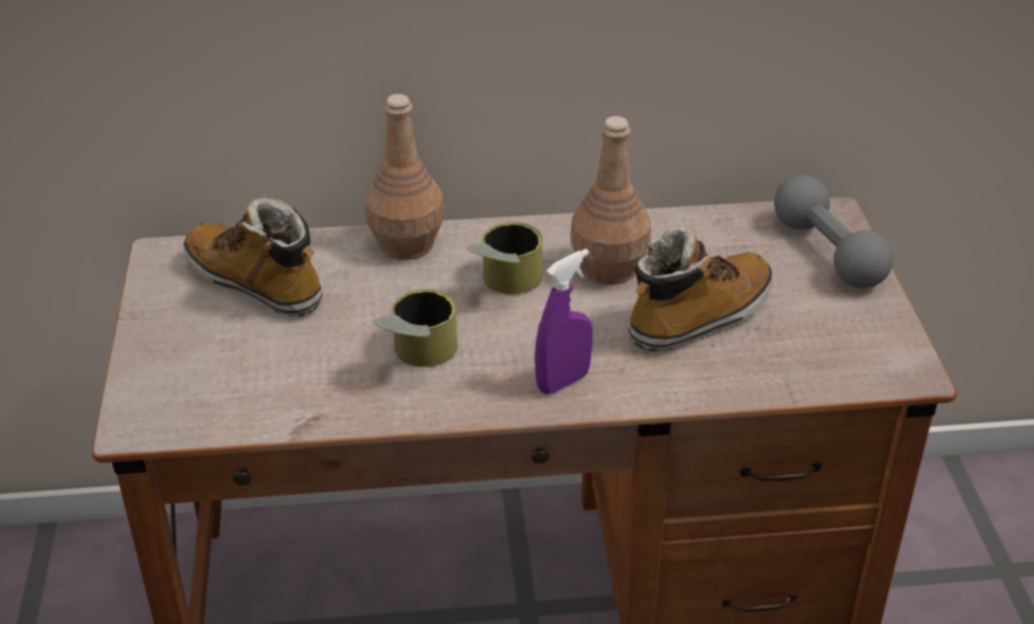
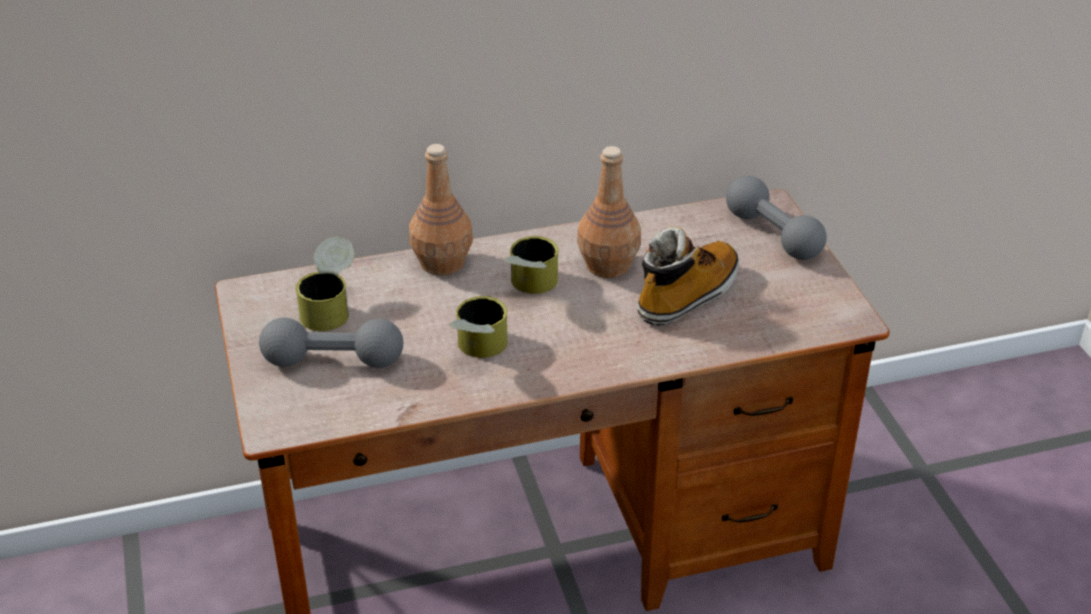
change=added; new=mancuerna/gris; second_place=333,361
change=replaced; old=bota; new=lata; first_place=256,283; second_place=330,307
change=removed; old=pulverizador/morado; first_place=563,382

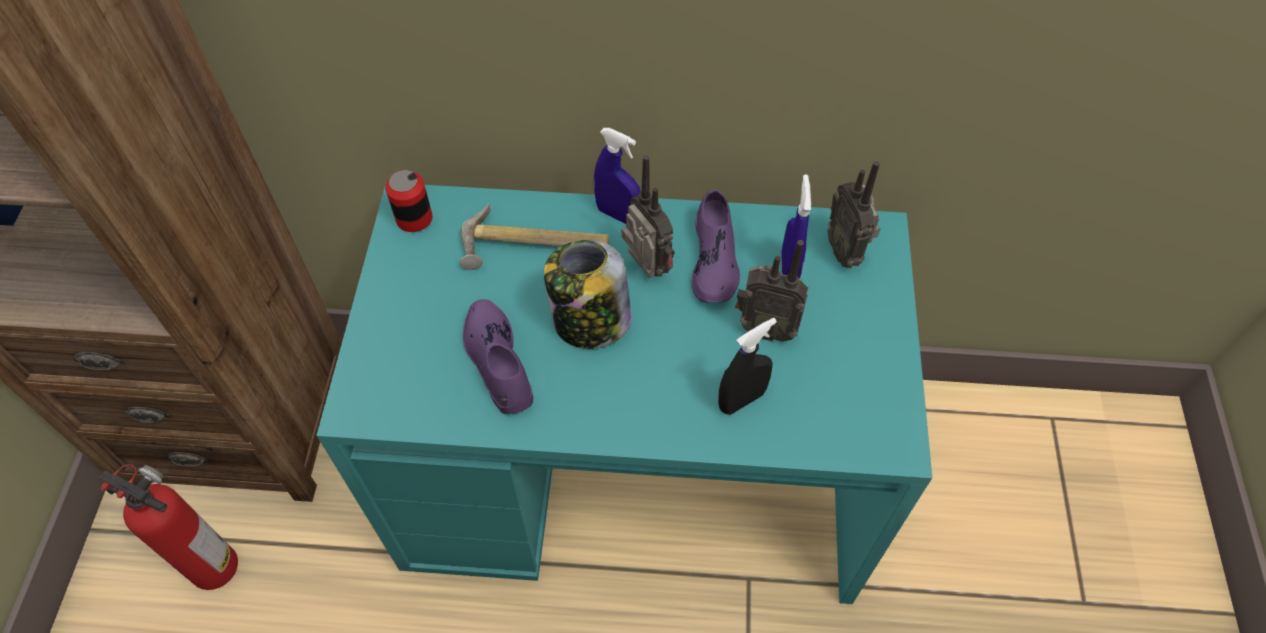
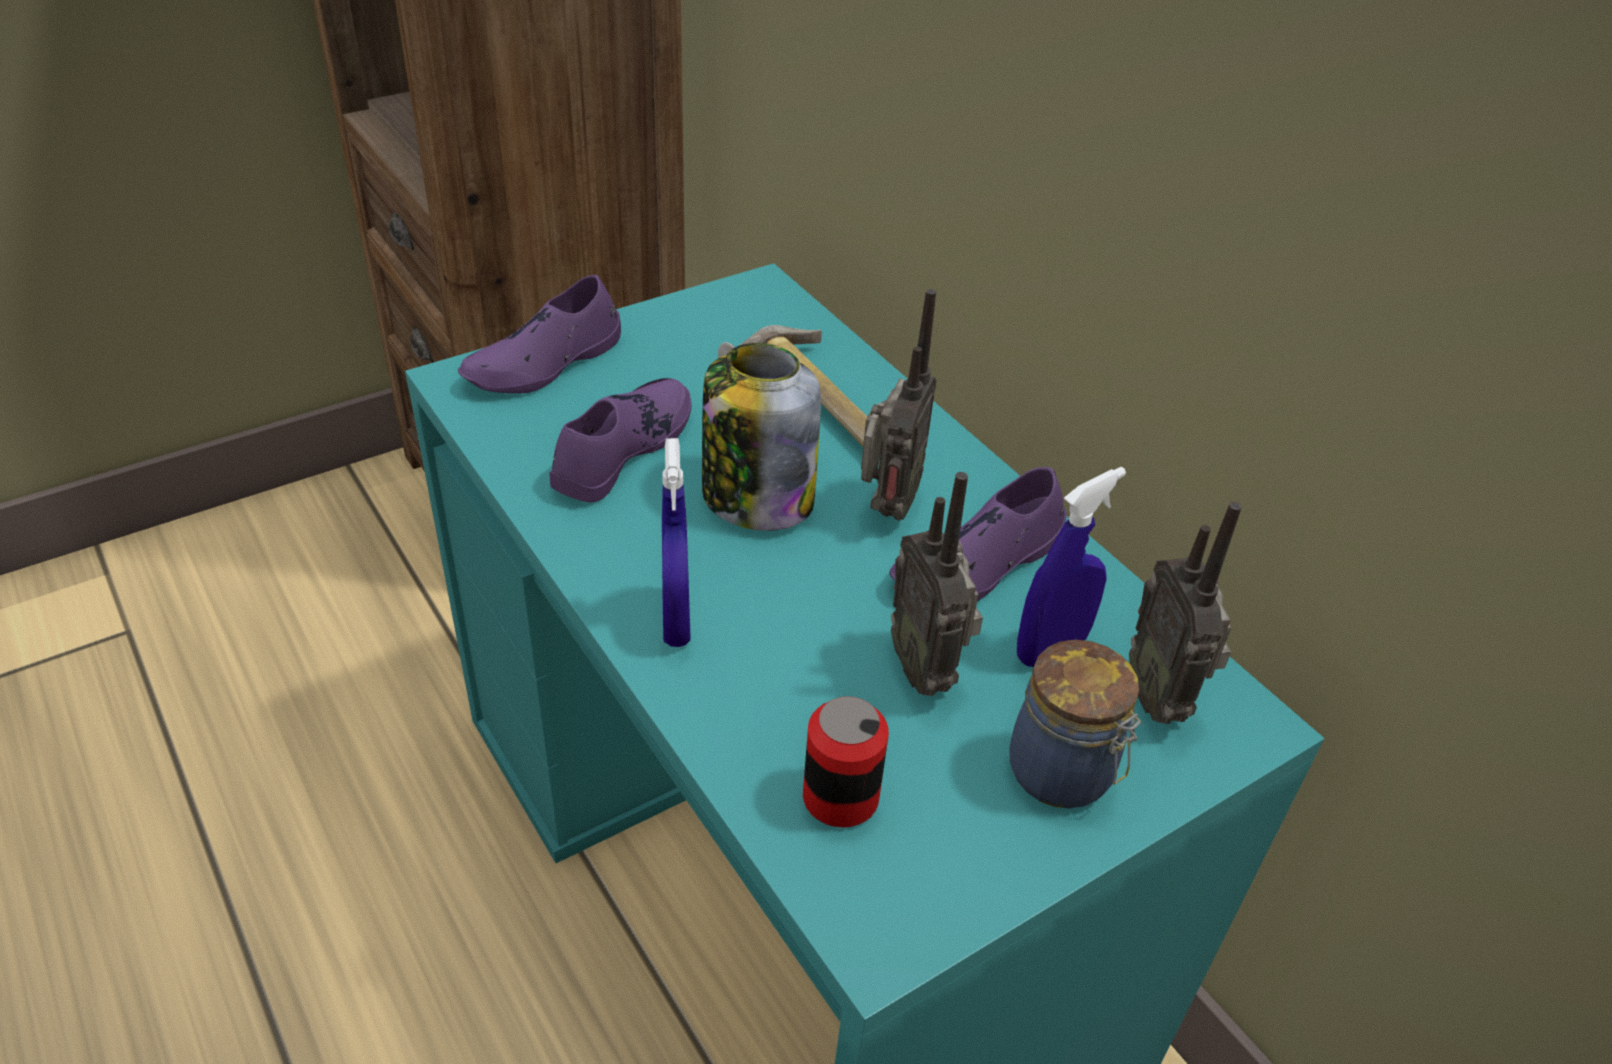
change=added; new=zapato/morado; second_place=544,363
change=moved; old=pulverizador/azul; first_place=618,214; second_place=676,620
change=moved; old=lata; first_place=414,218; second_place=840,797
change=added; new=tarro; second_place=1063,775
change=turned; old=radio; first_place=846,251; second_place=1161,697; degrees=-45
change=removed; old=extintor; first_place=211,565
change=removed; old=pulverizador/negro; first_place=741,400

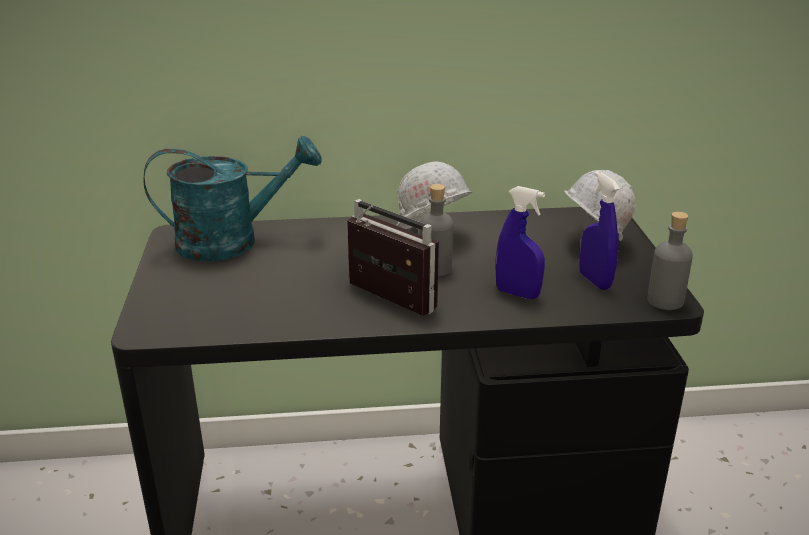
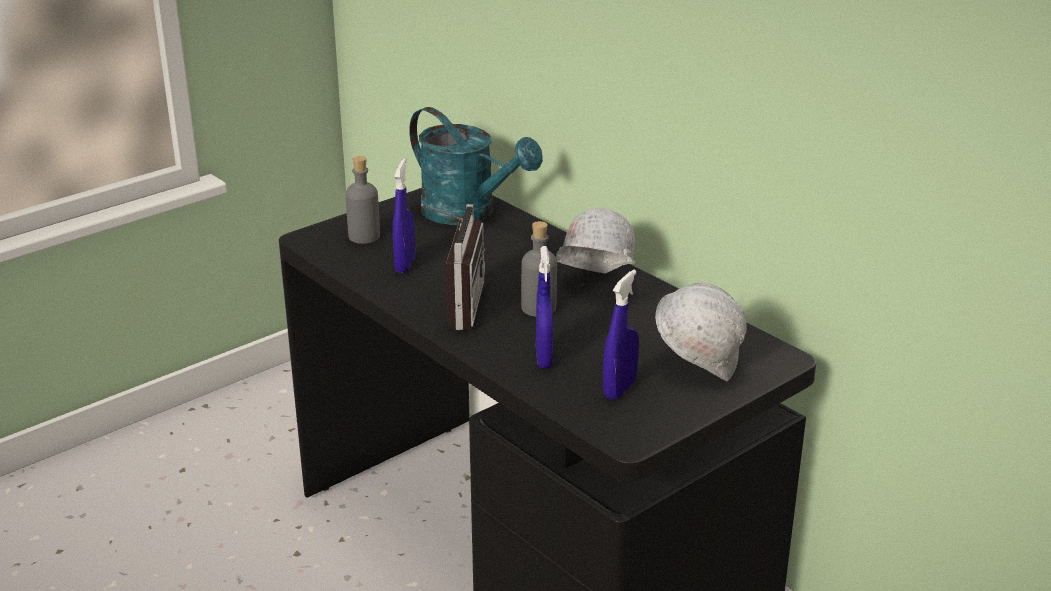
change=moved; old=botella/gris; first_place=665,301; second_place=364,236
change=added; new=pulverizador/azul; second_place=405,264

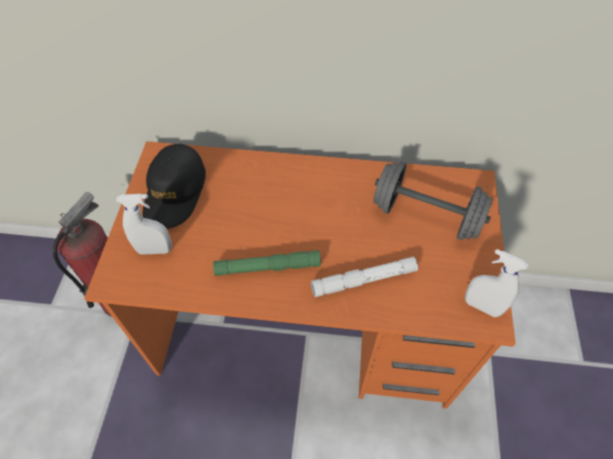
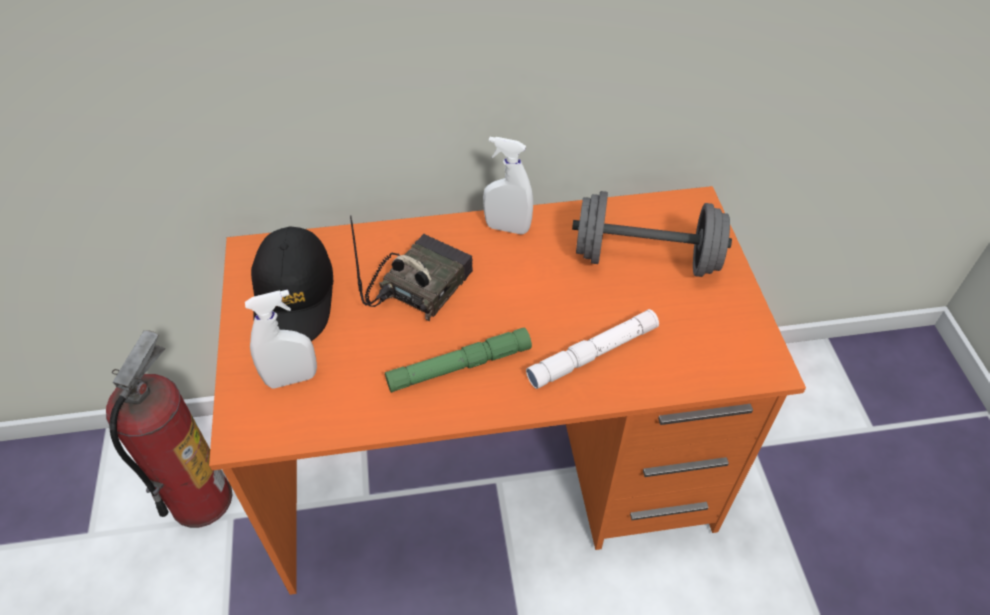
change=added; new=radio; second_place=419,285
change=moved; old=pulverizador/blanco; first_place=482,306; second_place=507,228

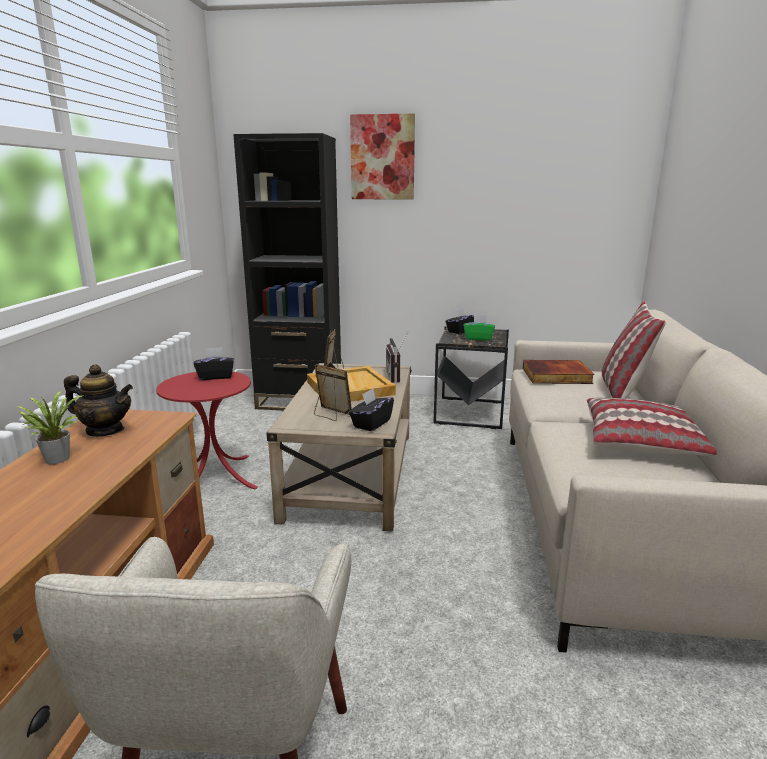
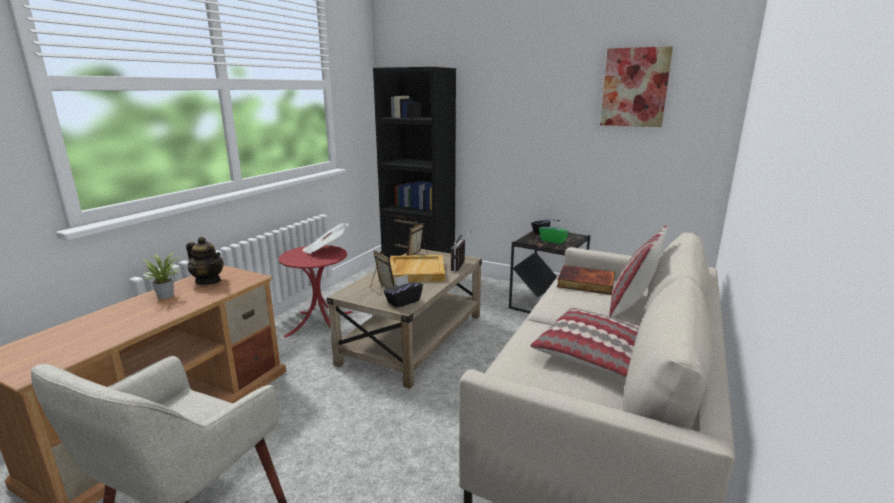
change=replaced; old=caja de pañuelos/negro; new=periódico; first_place=216,376; second_place=325,250
change=moved; old=cuadro; first_place=382,157; second_place=634,87

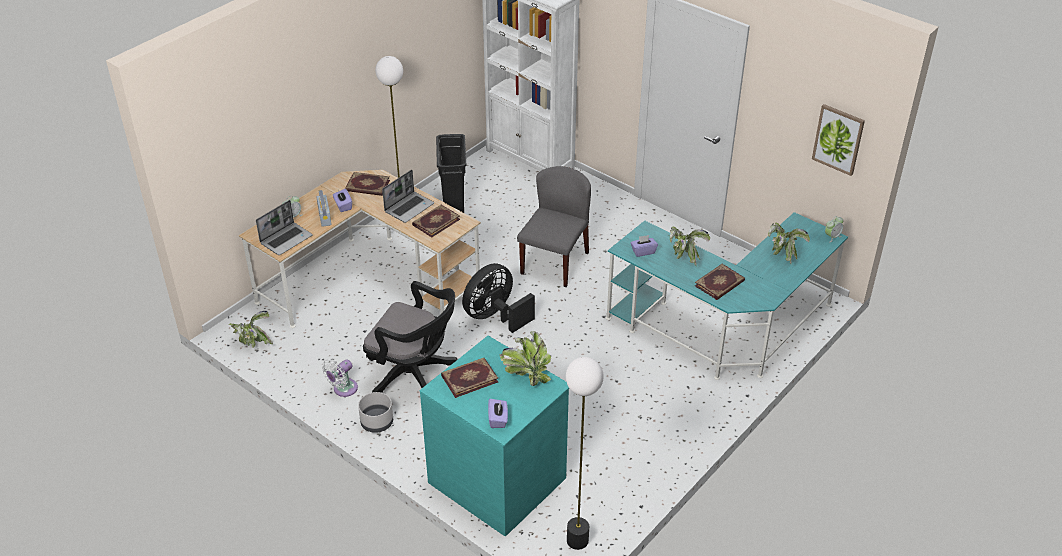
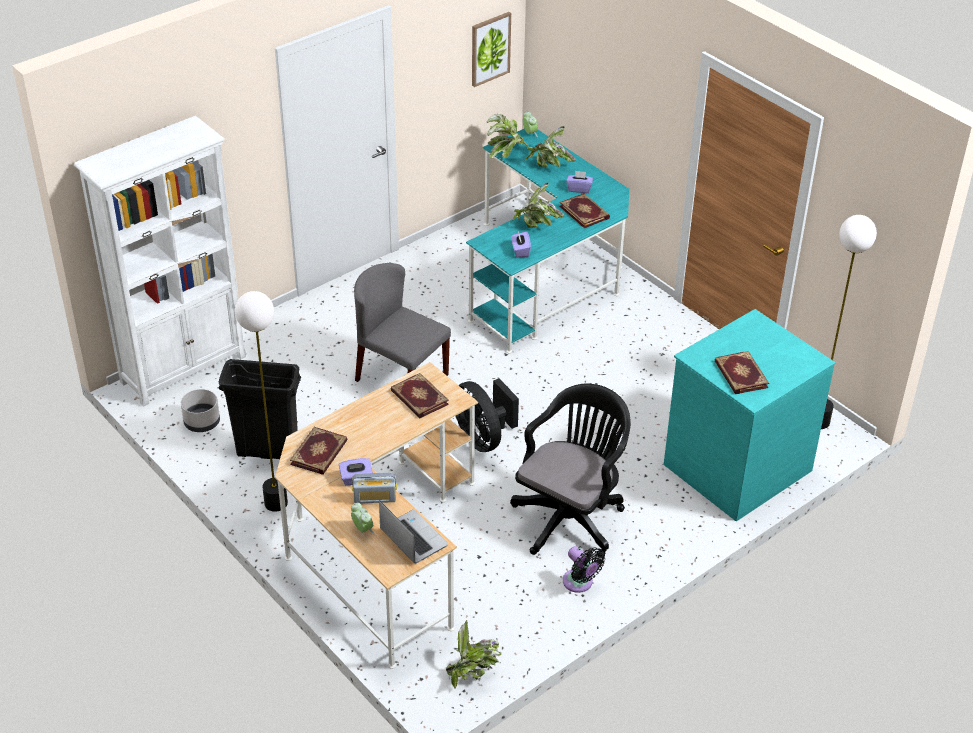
change=moved; old=maceta/gris; first_place=377,422; second_place=201,422
change=moved; old=planta en maceta; first_place=526,373; second_place=506,152
change=recoloured; old=ventilador/blanco; new=ventilador/negro; first_place=343,389; second_place=579,583
change=moved; old=caja de pañuelos/morado; first_place=498,419; second_place=579,189
change=removed; old=portátil; first_place=409,207

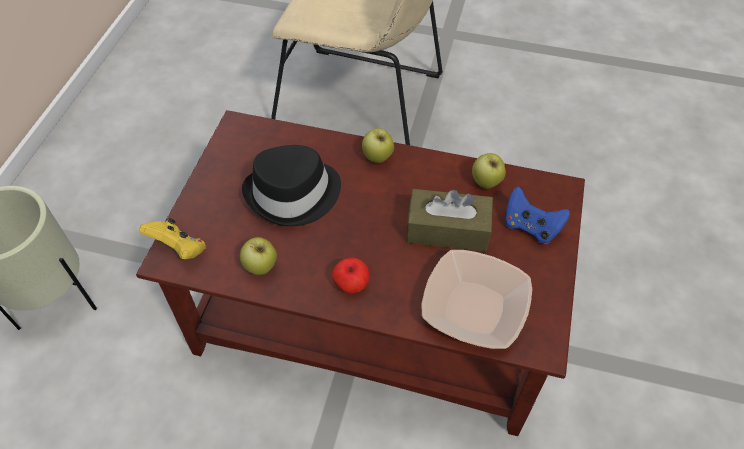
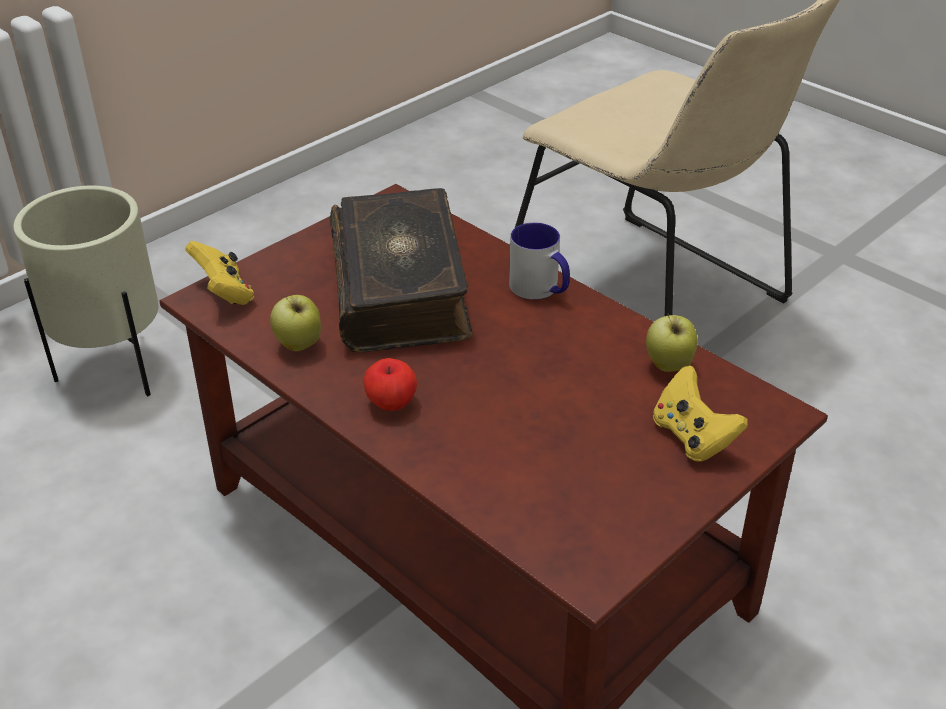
change=replaced; old=sombrero/negro; new=libro; first_place=294,194; second_place=402,289
change=replaced; old=manzana; new=taza grande; first_place=377,158; second_place=540,289
change=recoloured; old=mando de consola/azul; new=mando de consola/amarillo; first_place=530,227; second_place=692,437
change=removed; old=caja de pañuelos/marrón; first_place=447,230
change=removed; old=cuenco; first_place=474,308

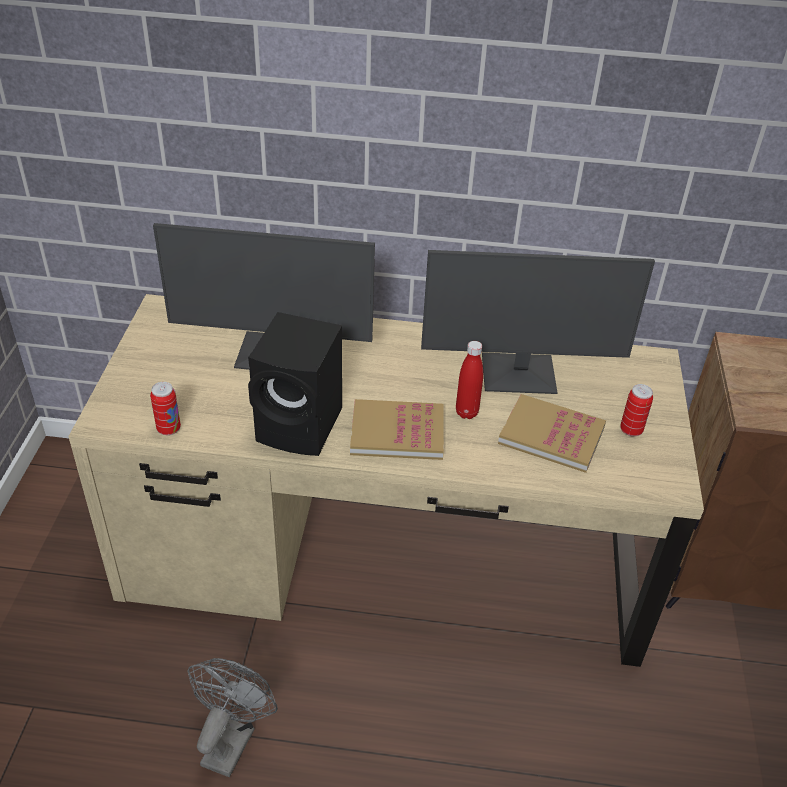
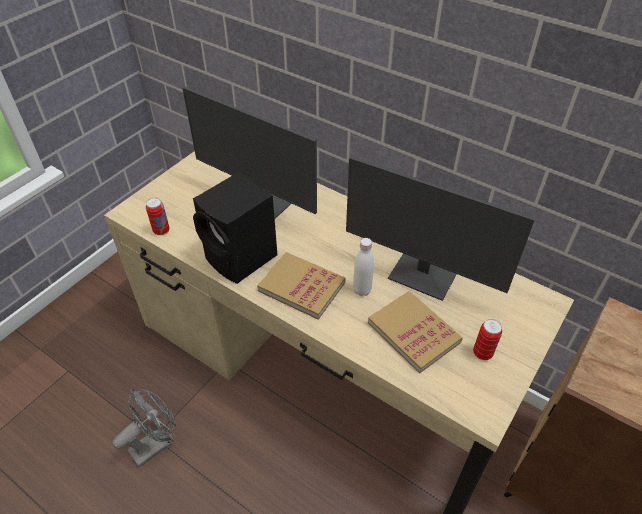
change=recoloured; old=botella/rojo; new=botella/blanco; first_place=466,412; second_place=362,290

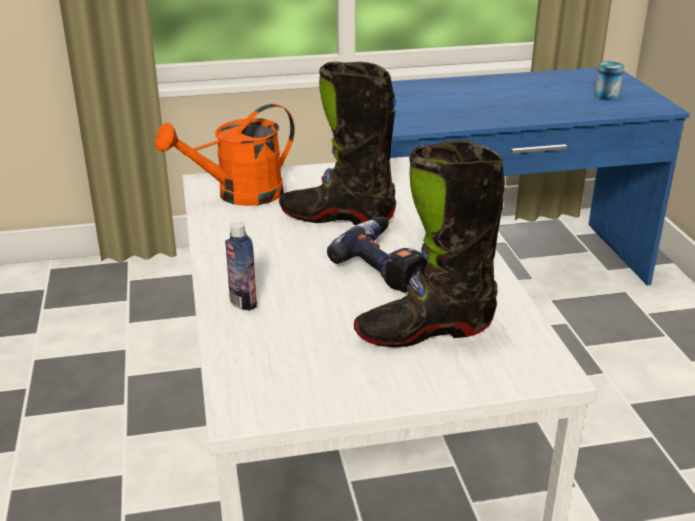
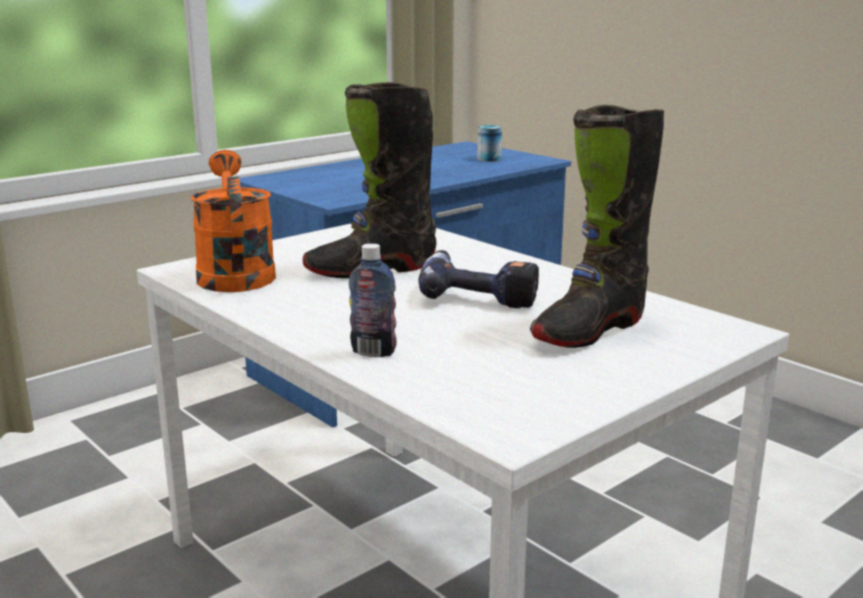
change=turned; old=regadera/naranja; first_place=239,195; second_place=234,273; degrees=135

